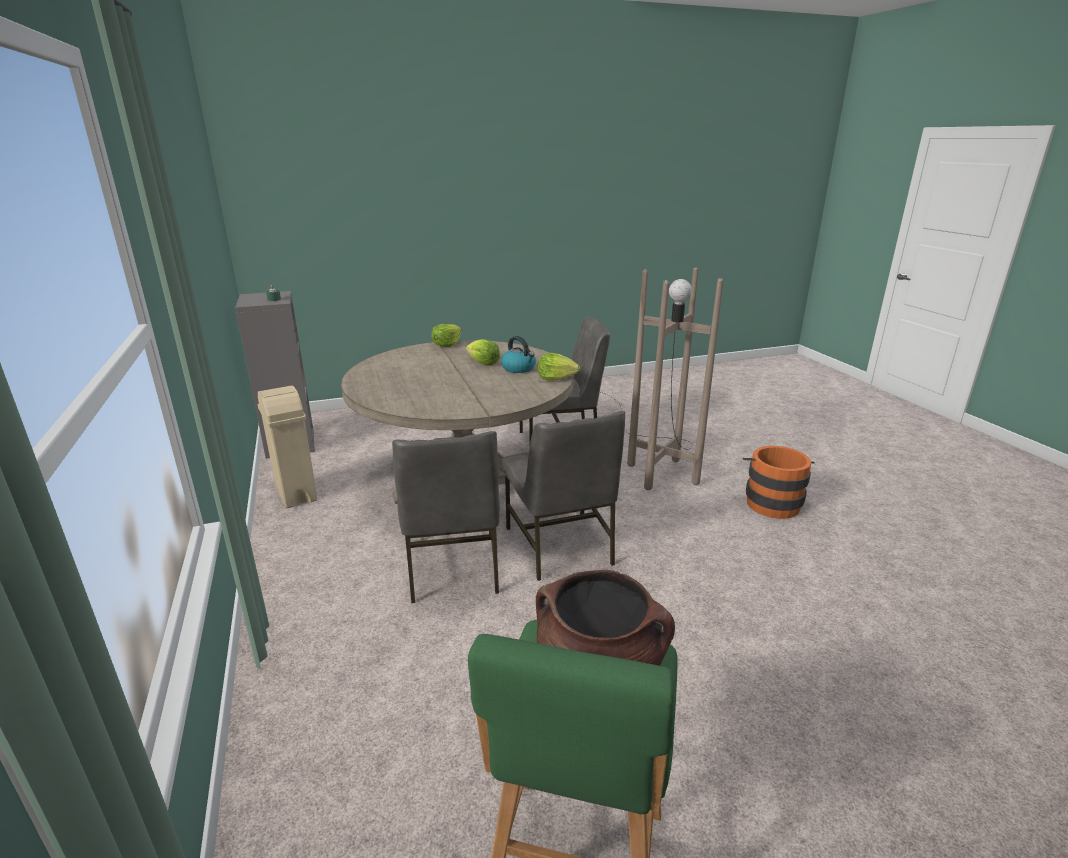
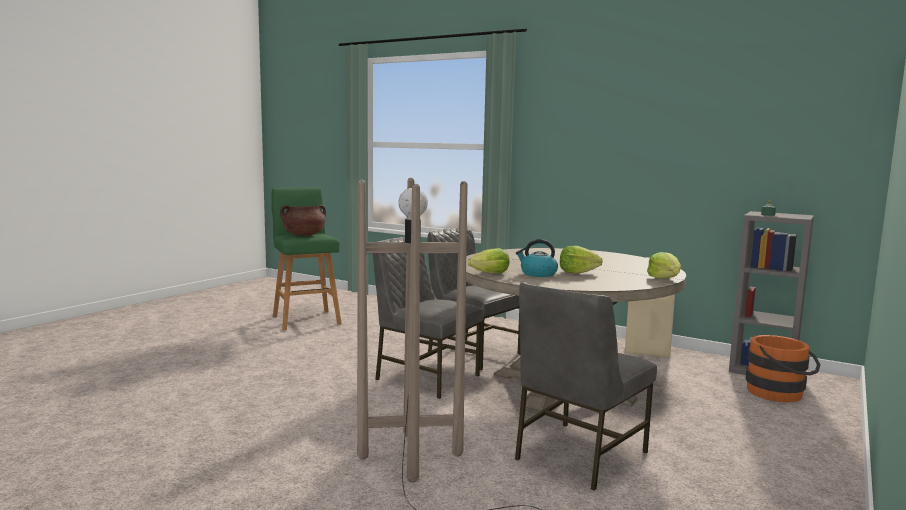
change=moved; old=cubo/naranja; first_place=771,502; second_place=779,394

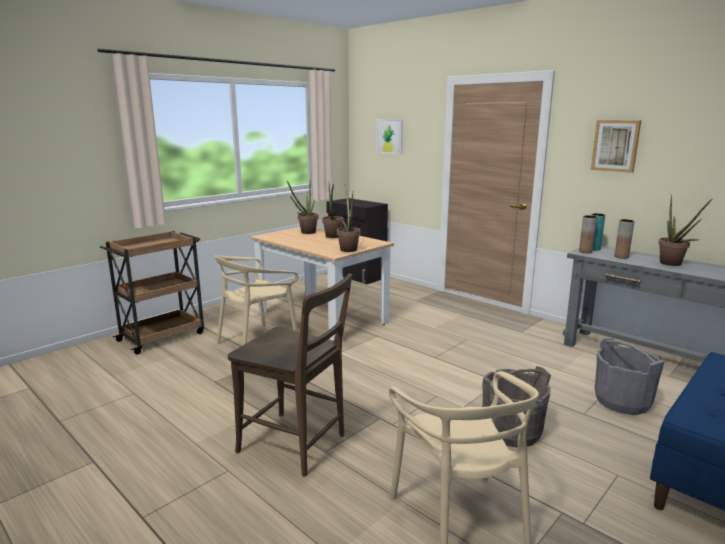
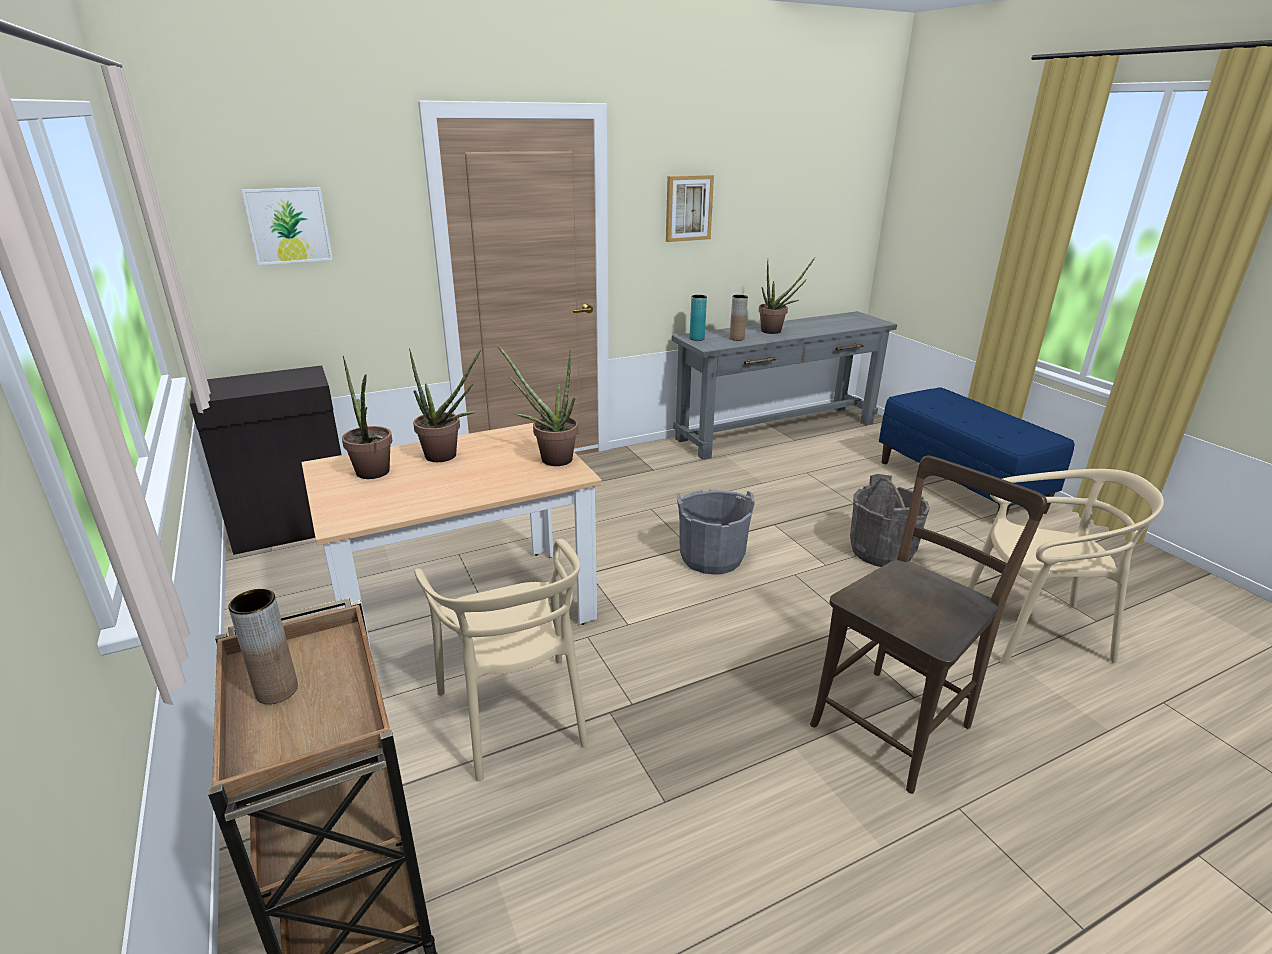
change=moved; old=florero/marrón; first_place=585,251; second_place=277,690
change=moved; old=cubo/gris; first_place=622,401; second_place=711,557

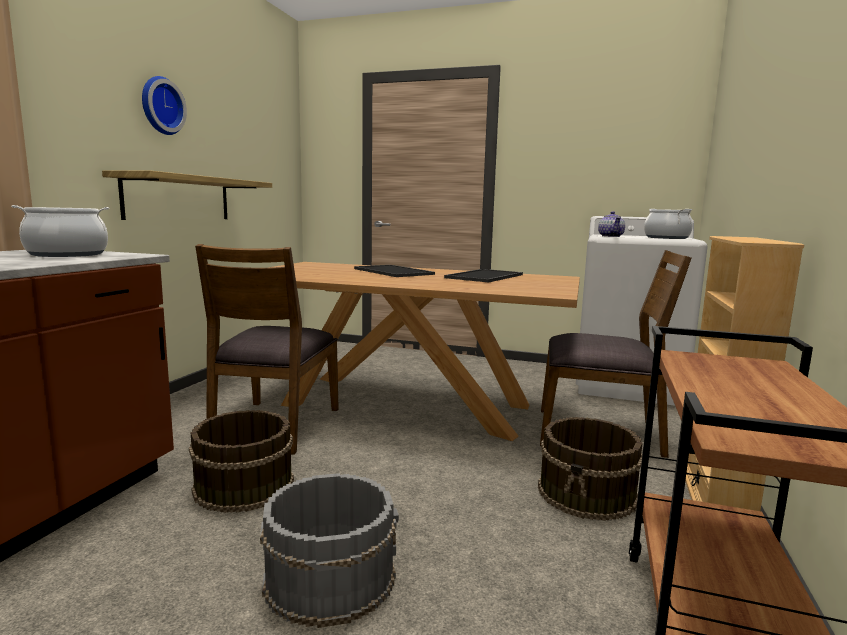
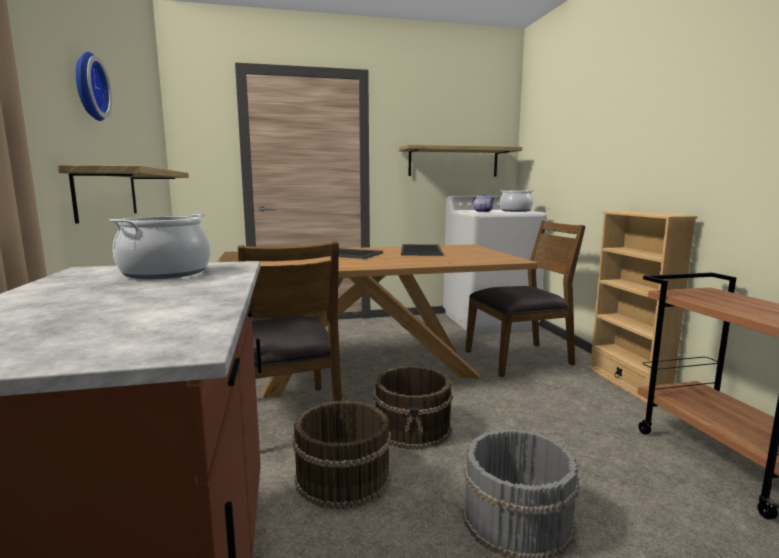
change=moved; old=cubo/marrón; first_place=588,493; second_place=413,427
change=added; new=estante; second_place=453,162

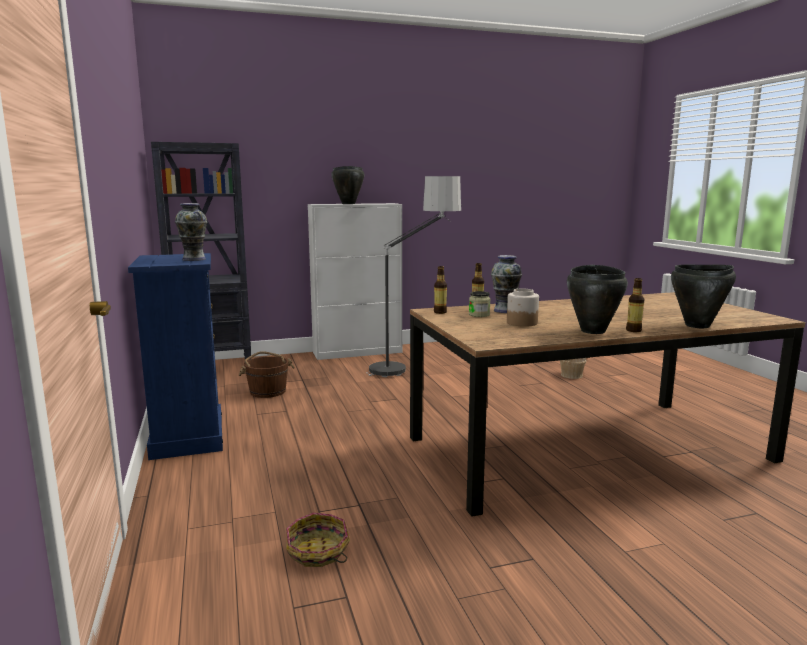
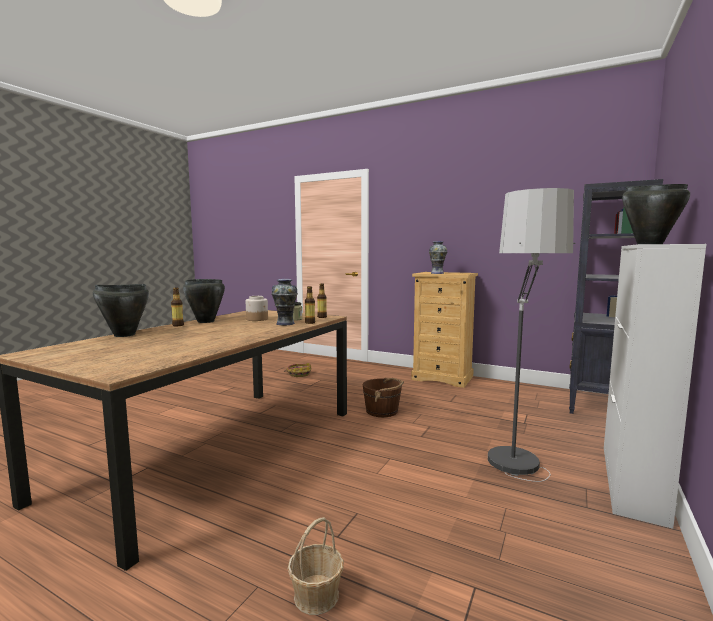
change=moved; old=cubo/marrón; first_place=267,391; second_place=382,411
change=recoloured; old=cómoda/azul; new=cómoda/beis; first_place=187,436; second_place=442,378

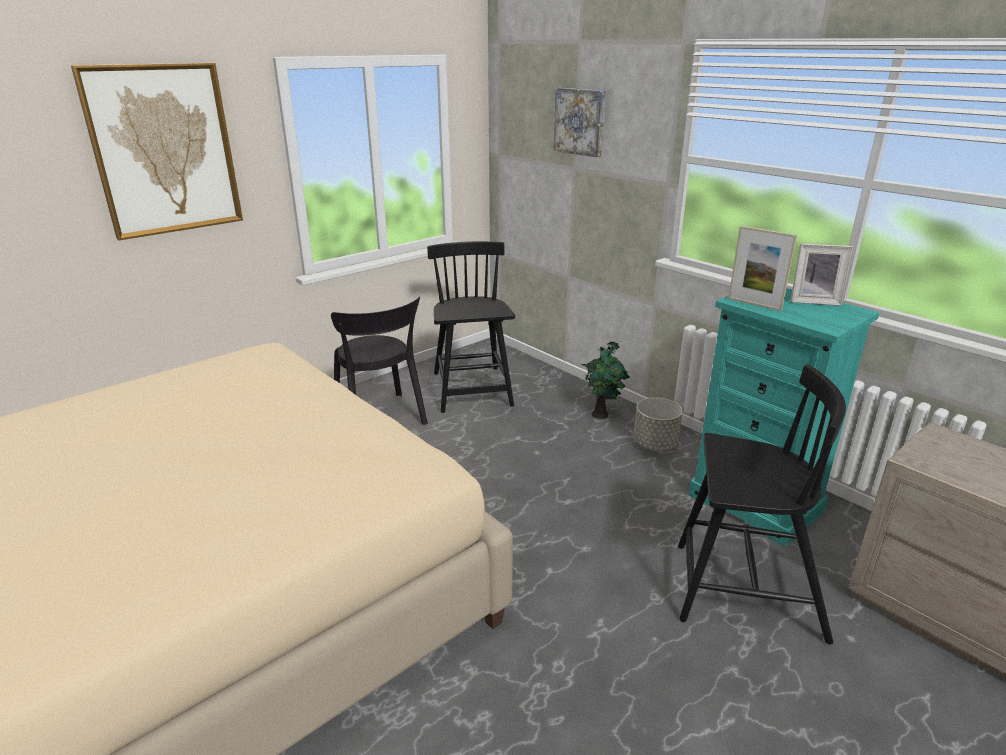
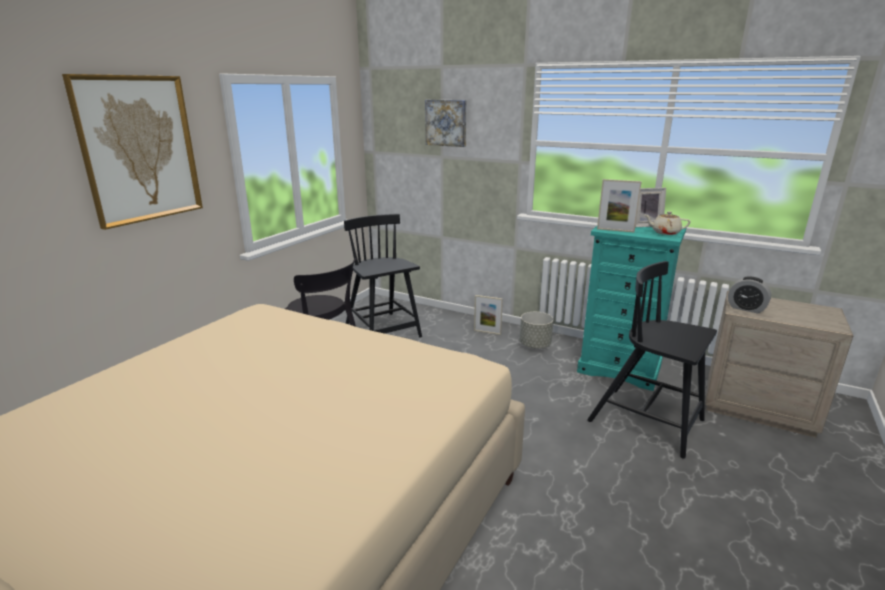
change=replaced; old=planta en maceta; new=portarretratos; first_place=601,414; second_place=487,332
change=turned; old=silla/negro; first_place=744,591; second_place=648,422; degrees=-135
change=added; new=tetera/beis; second_place=665,232
change=added; new=despertador; second_place=746,308

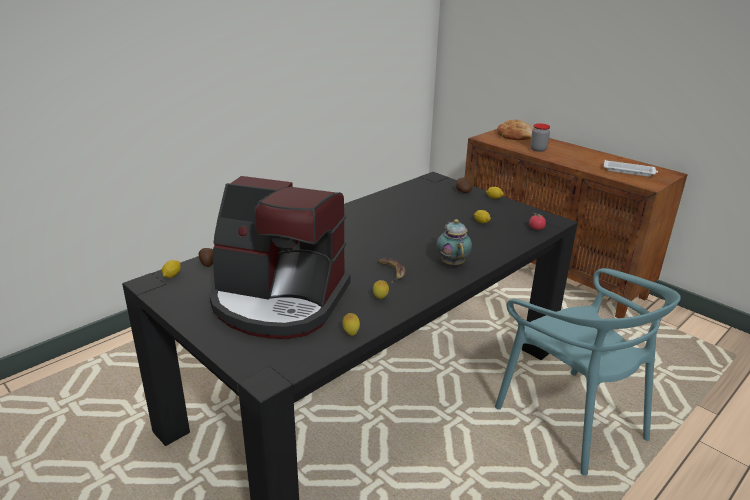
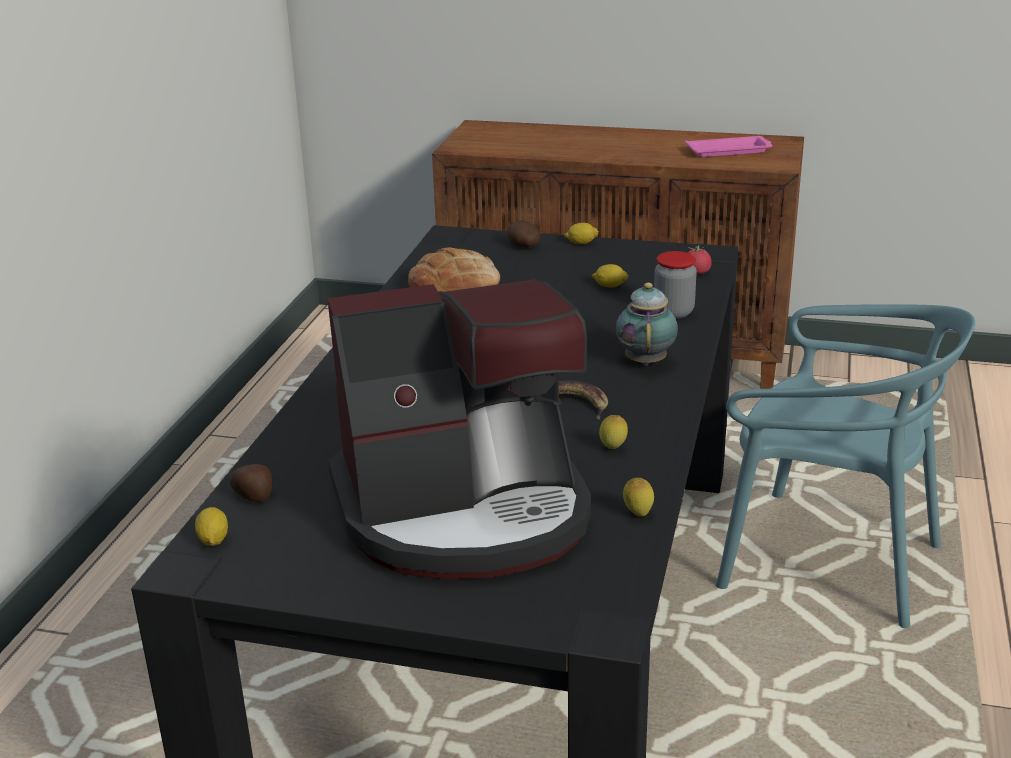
change=moved; old=pan; first_place=515,135; second_place=455,286
change=turned; old=tetera; first_place=452,263; second_place=646,360; degrees=45
change=moved; old=tarro; first_place=538,149; second_place=673,312
change=recoloured; old=bandeja/blanco; new=bandeja/rosa; first_place=629,171; second_place=730,151

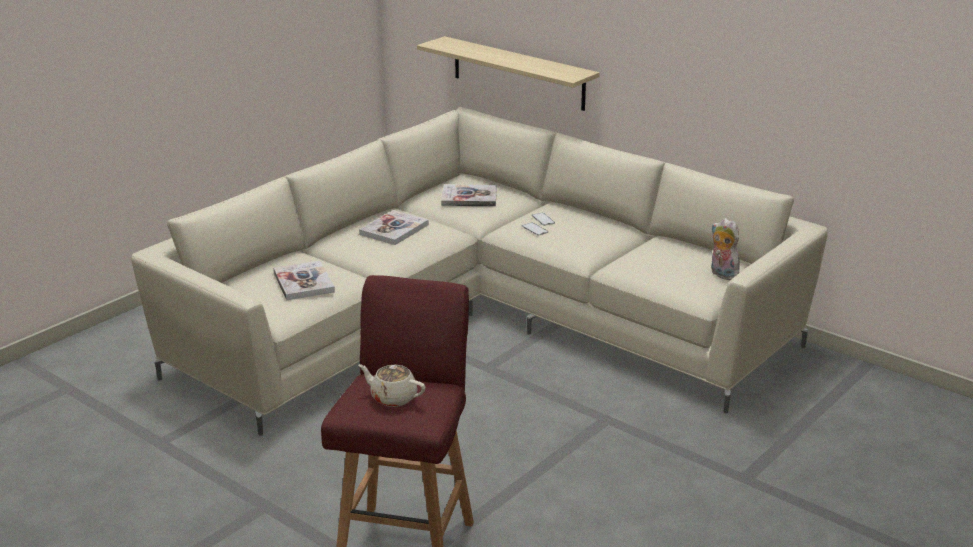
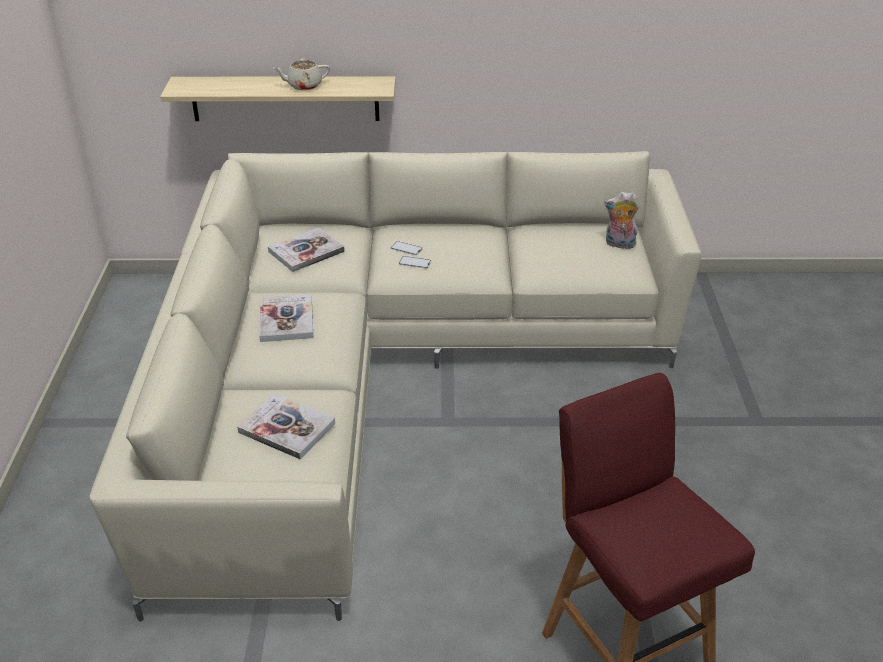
change=moved; old=tetera/beis; first_place=393,397; second_place=304,85

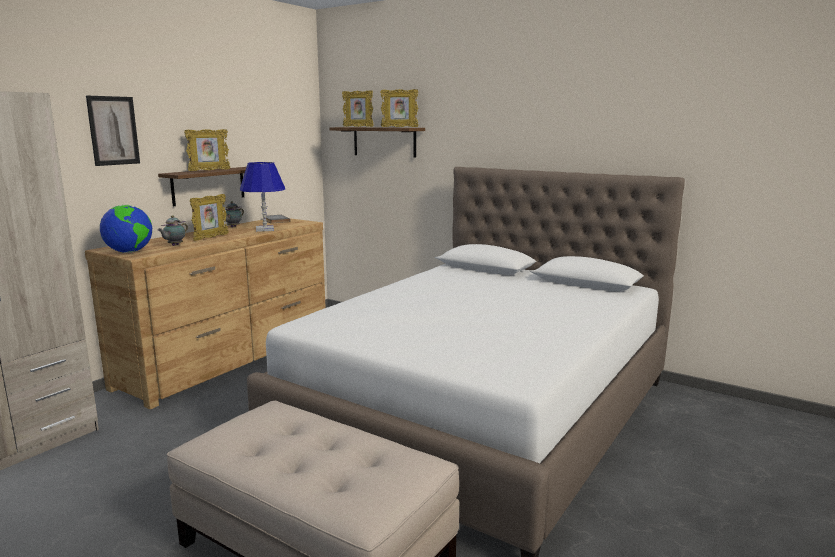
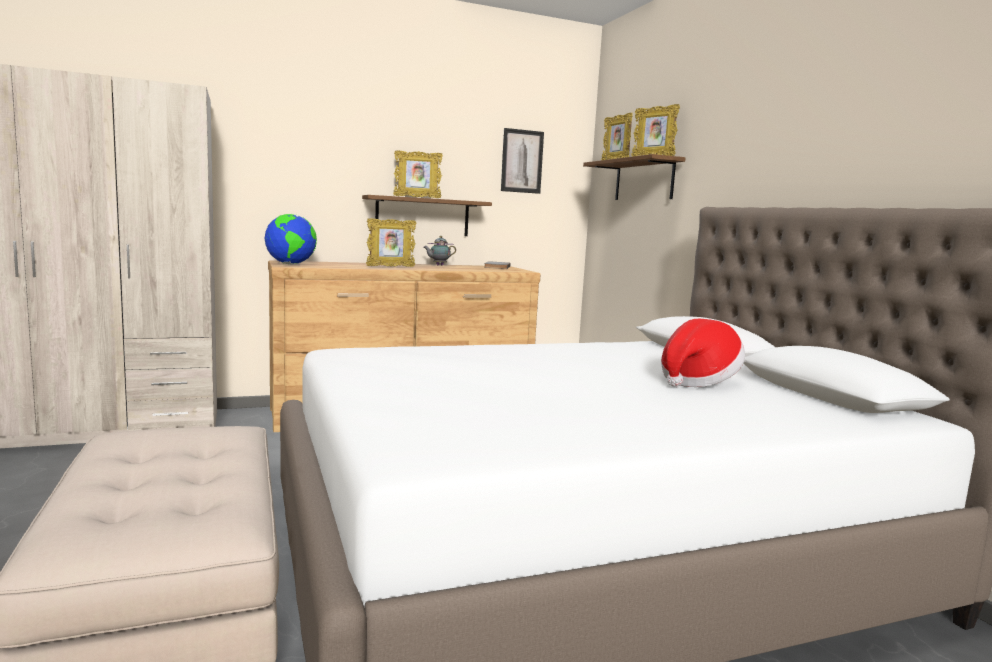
change=moved; old=cuadro; first_place=113,130; second_place=522,161
change=added; new=sombrero; second_place=697,381
change=removed; old=tetera; first_place=174,245
change=removed; old=lámpara de mesa/azul; first_place=265,229

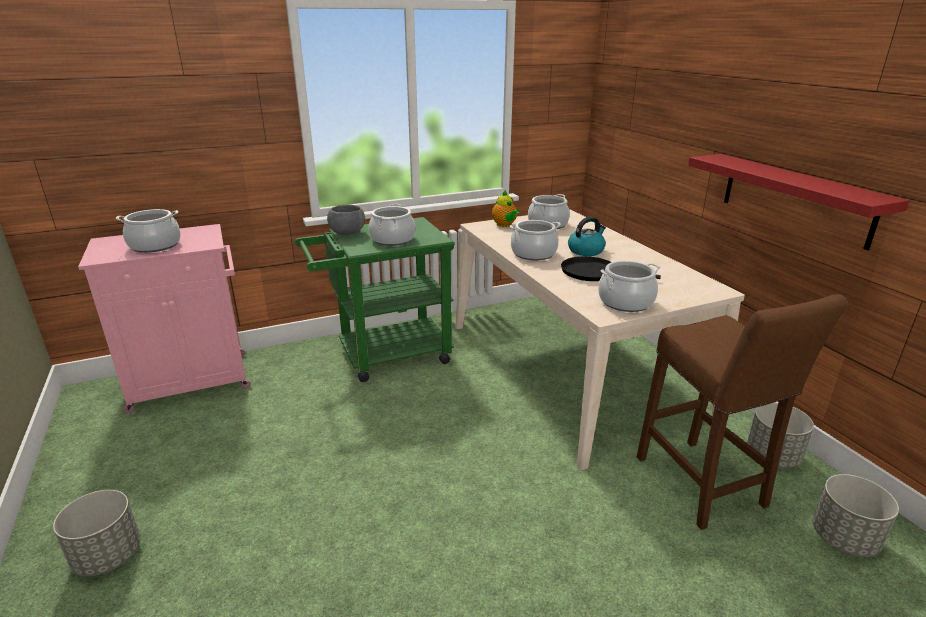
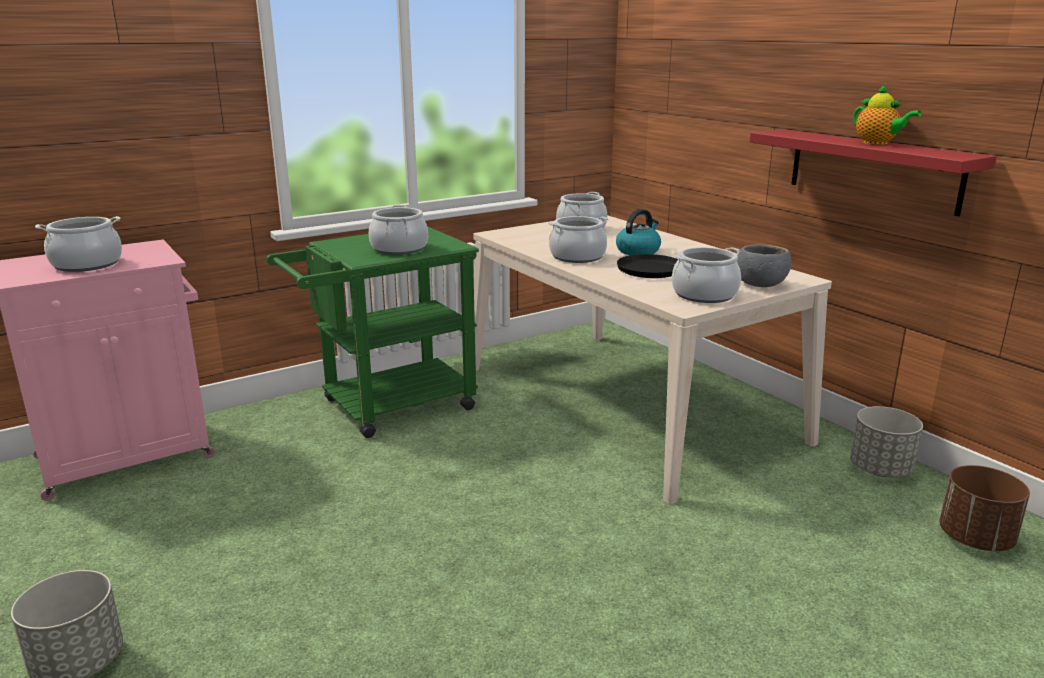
change=moved; old=cuenco/gris; first_place=347,232; second_place=760,284
change=moved; old=tetera; first_place=505,225; second_place=878,143
change=recoloured; old=maceta/gris; new=maceta/marrón; first_place=843,539; second_place=974,539
change=removed; old=taburete/marrón; first_place=702,486

